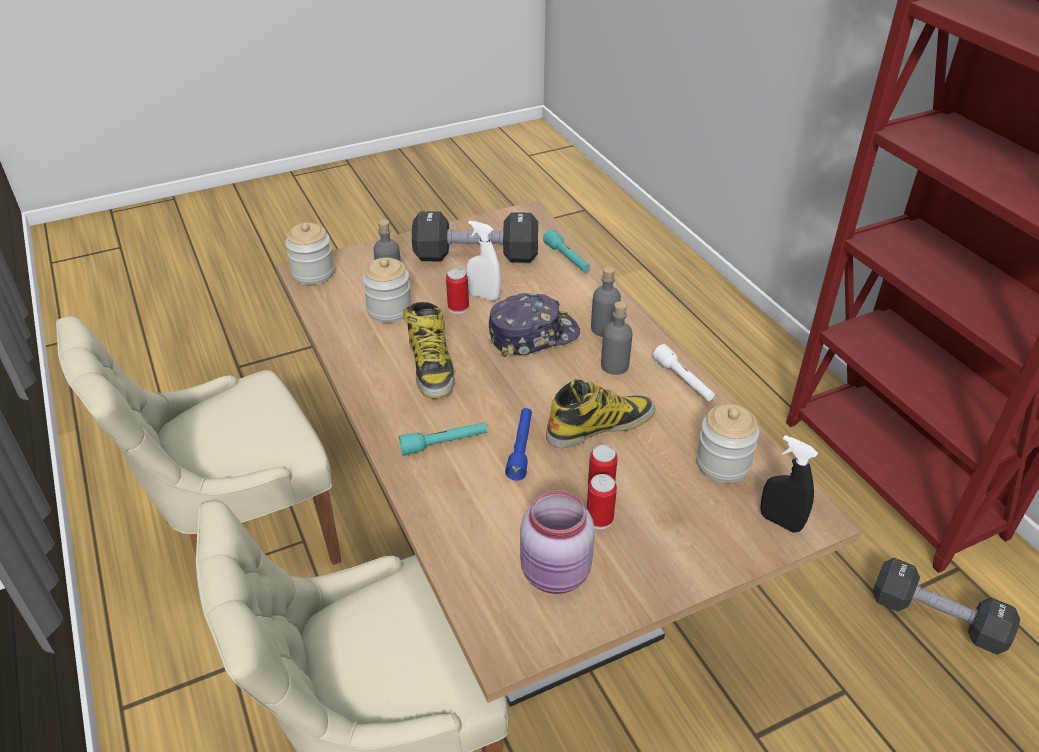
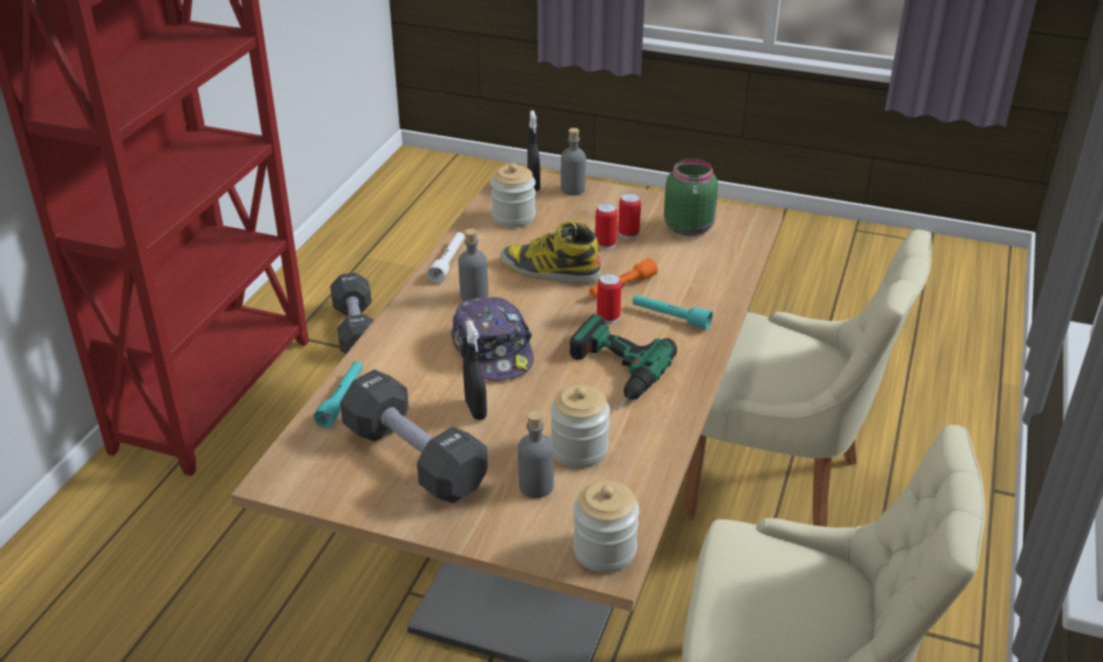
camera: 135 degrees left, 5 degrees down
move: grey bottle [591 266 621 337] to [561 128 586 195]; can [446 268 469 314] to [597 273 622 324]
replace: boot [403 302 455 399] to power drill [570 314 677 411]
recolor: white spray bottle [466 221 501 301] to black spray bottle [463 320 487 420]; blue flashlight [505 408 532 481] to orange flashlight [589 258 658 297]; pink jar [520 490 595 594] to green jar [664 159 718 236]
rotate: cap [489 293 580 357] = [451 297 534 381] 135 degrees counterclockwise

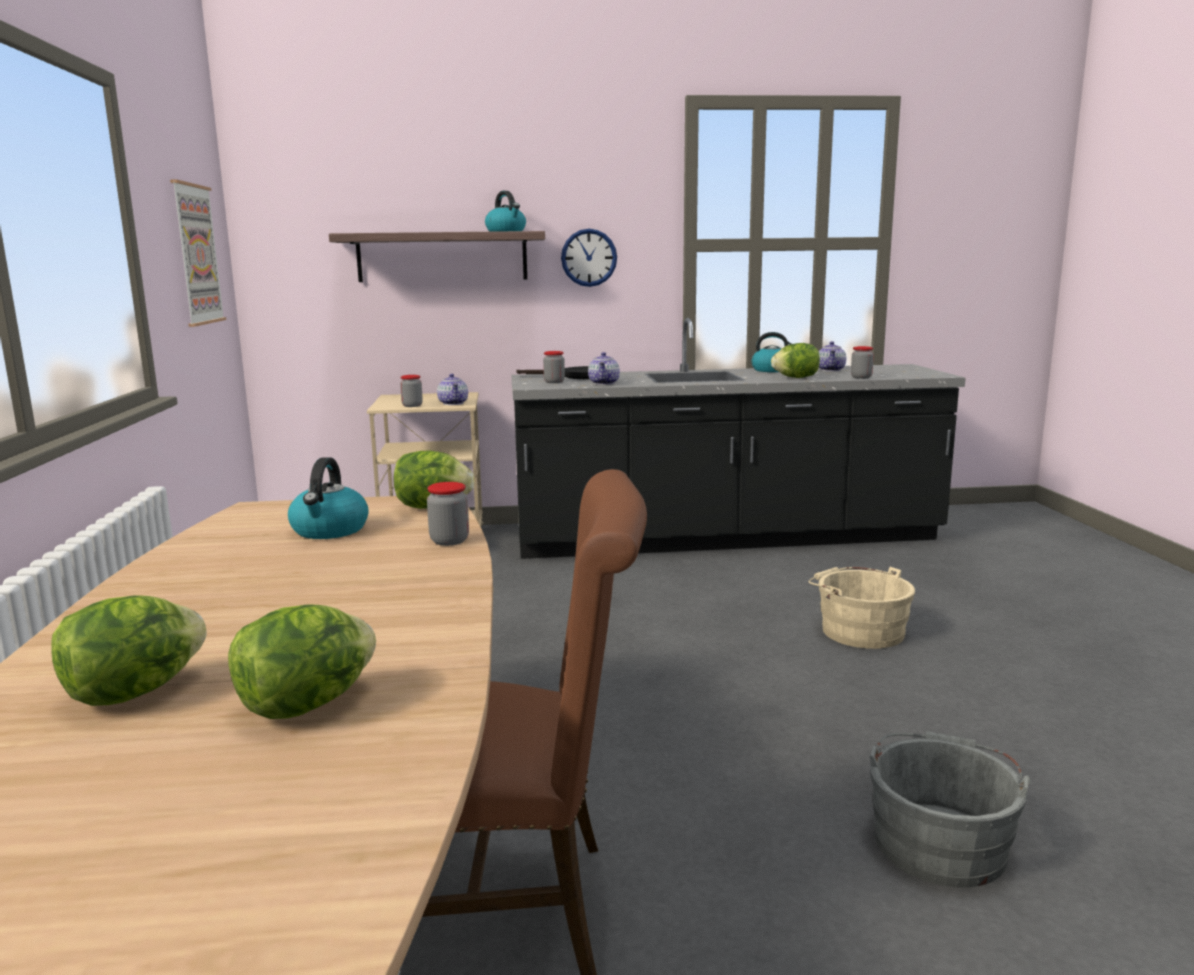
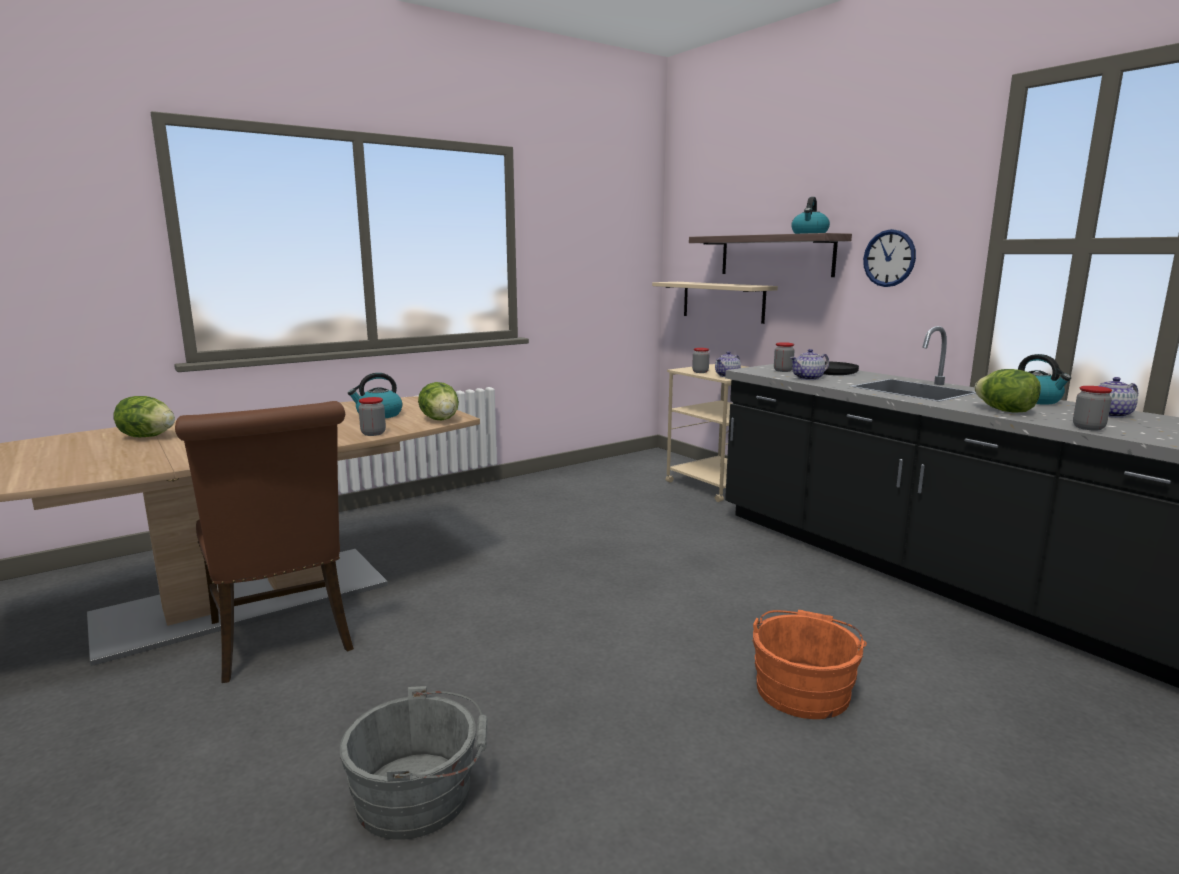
camera: 60 degrees right, 0 degrees up
delete: picture [170 179 226 327]; lettuce [228 604 376 719]
insert: beige shelf [652 282 778 324]
recolor: beige bucket [808 567 915 649] to orange bucket [752 610 867 719]

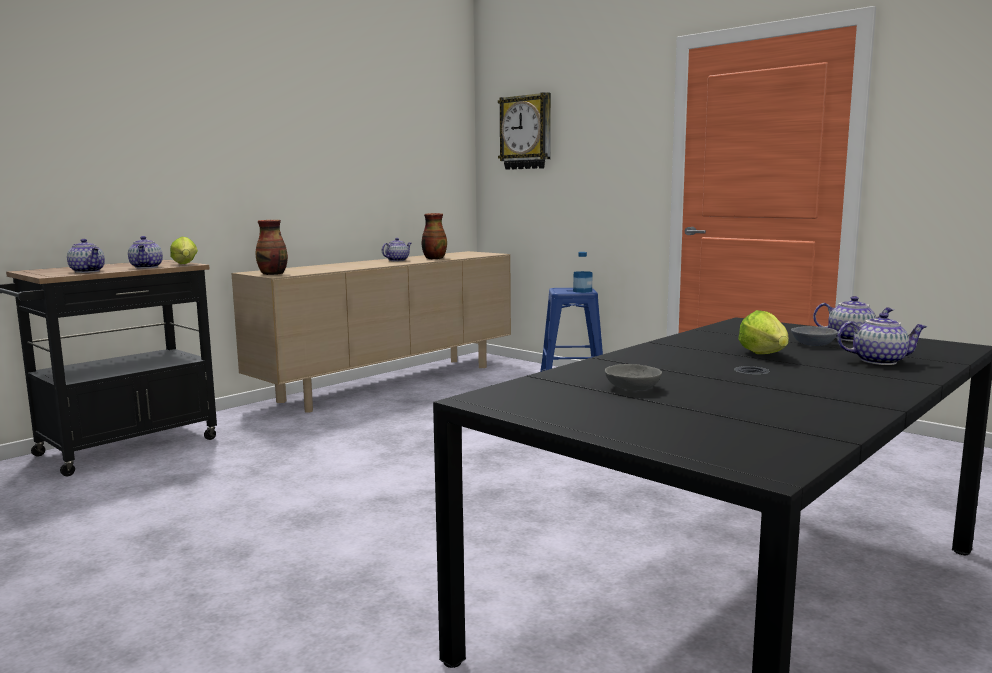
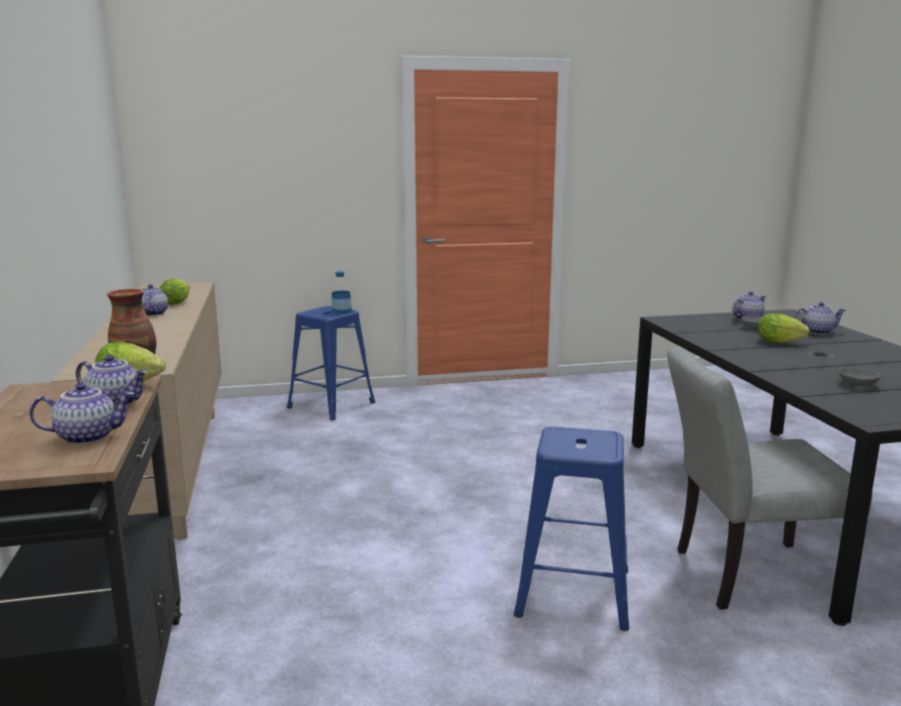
camera: 55 degrees left, 5 degrees up
delete: wall clock [498 92 551 170]
insert: blue stool [514 427 630 631]; grey chair [667 347 872 610]
replace: vase [422 213 447 260] to lettuce [160 278 190 305]
rotate: teapot [837 312 927 365] = [794 302 846 335] 45 degrees clockwise

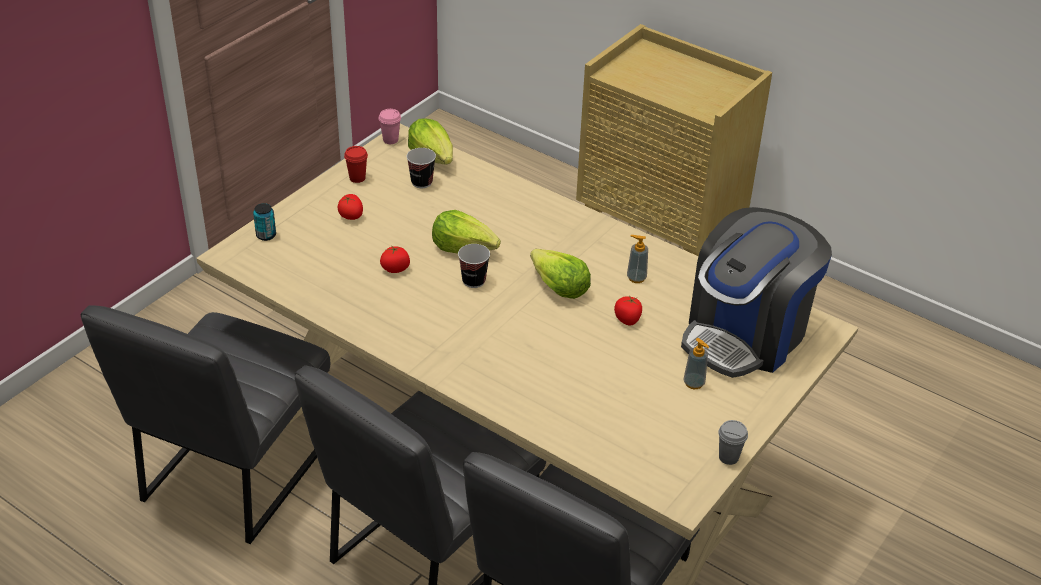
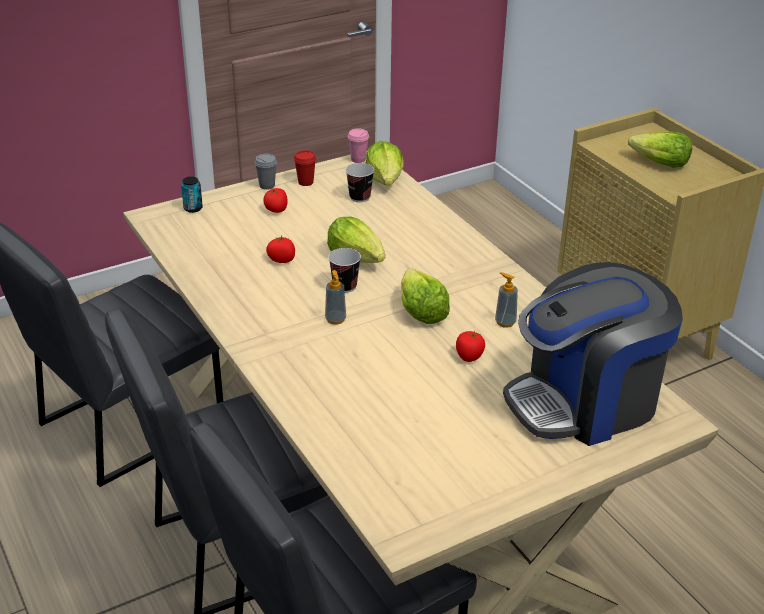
camera: 25 degrees right, 5 degrees down
insert: lettuce [628 131 692 168]
move: grey cup [718 420 748 465] to [255 154 277 190]; soap dispenser [683 338 709 389] to [325 270 346 325]

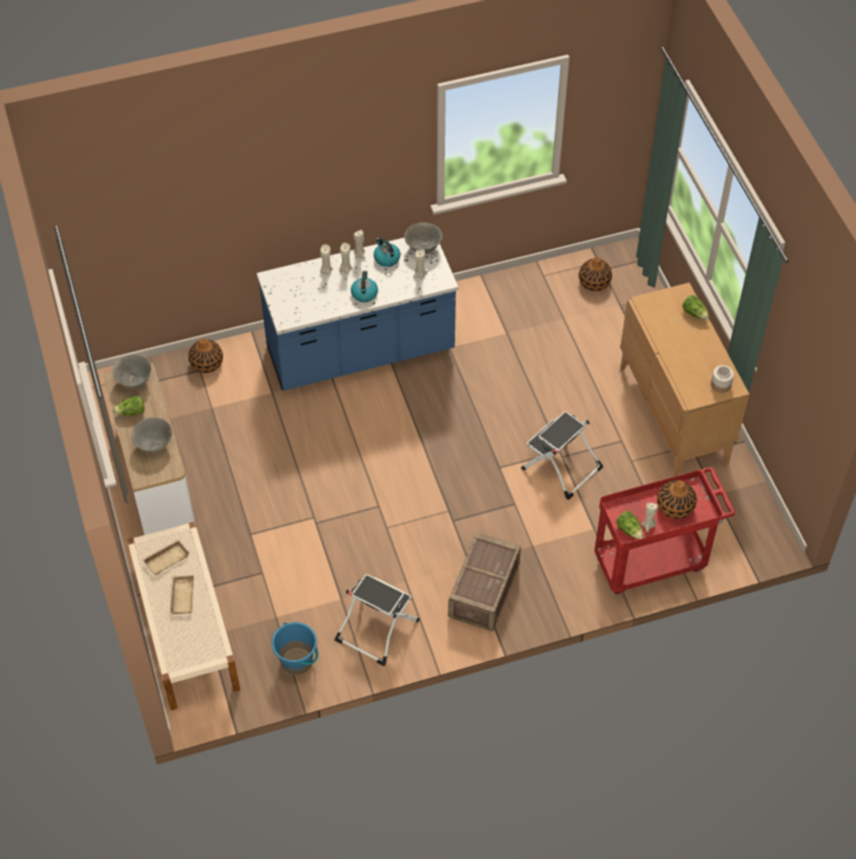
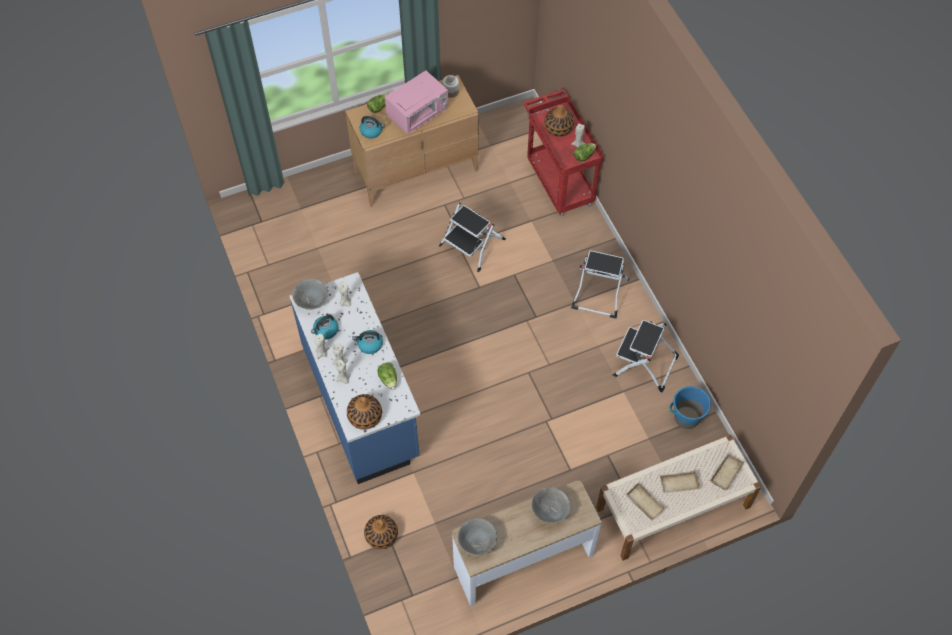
camera: 95 degrees left, 5 degrees up
insert: kettle [359 116 385 139]; pink microwave [385 70 448 134]; beige tray [710 453 744 490]
move: vase [579 257 612 291] to [347 394 382 430]; lettuce [113 396 145 415] to [378 362 397 390]
replace: crate [448 532 521 631] to step ladder [571 250 629 319]

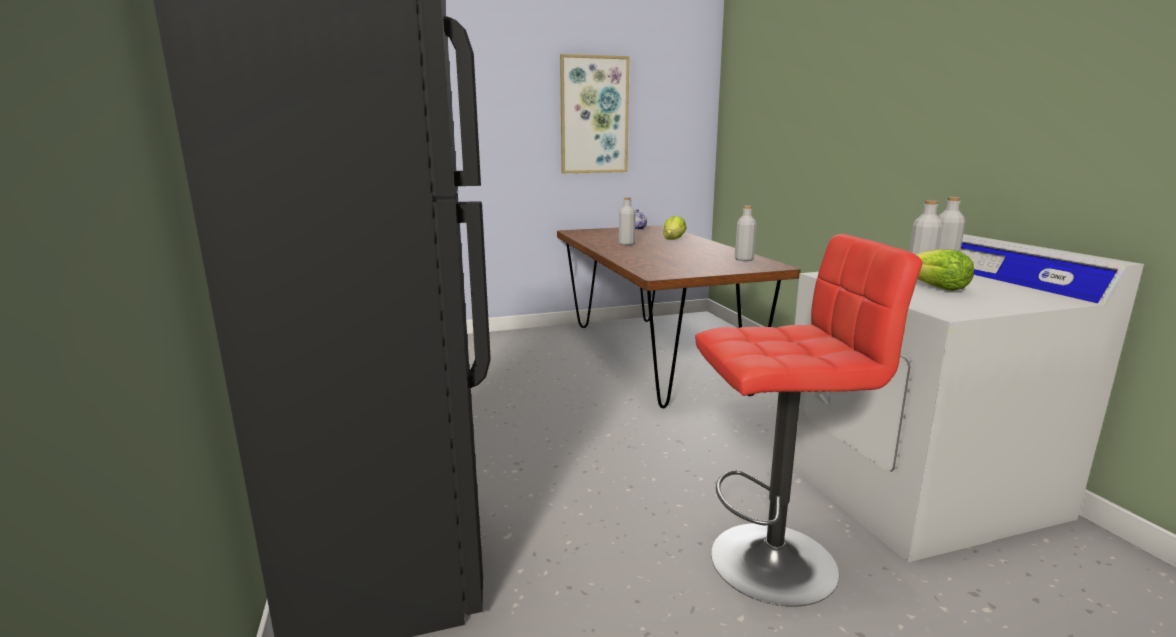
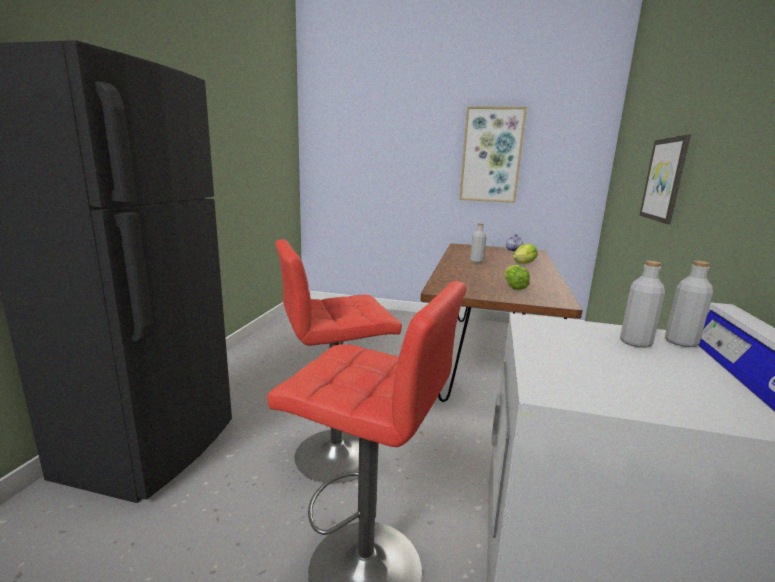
camera: 30 degrees right, 0 degrees up
delete: grey bottle [735 206 756 261]
insert: red stool [276 239 402 483]; picture [639 134 691 224]
move: lettuce [915 249 974 291] to [505 265 530 290]

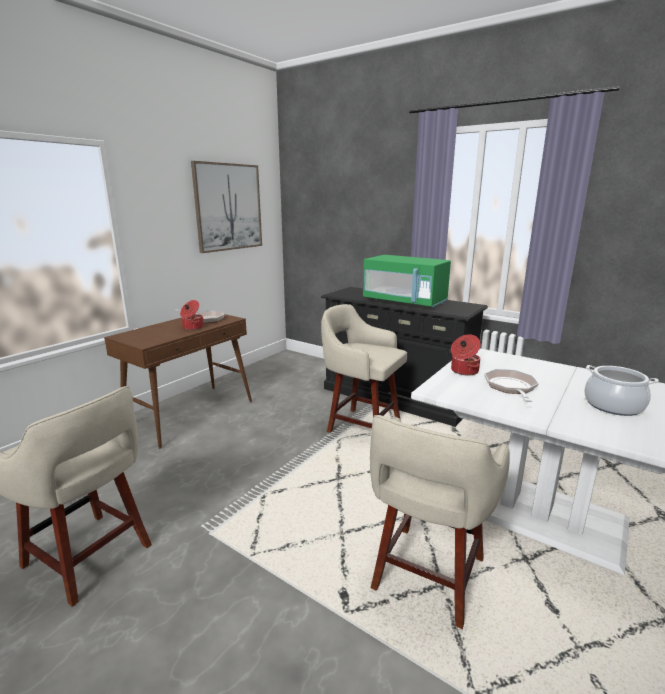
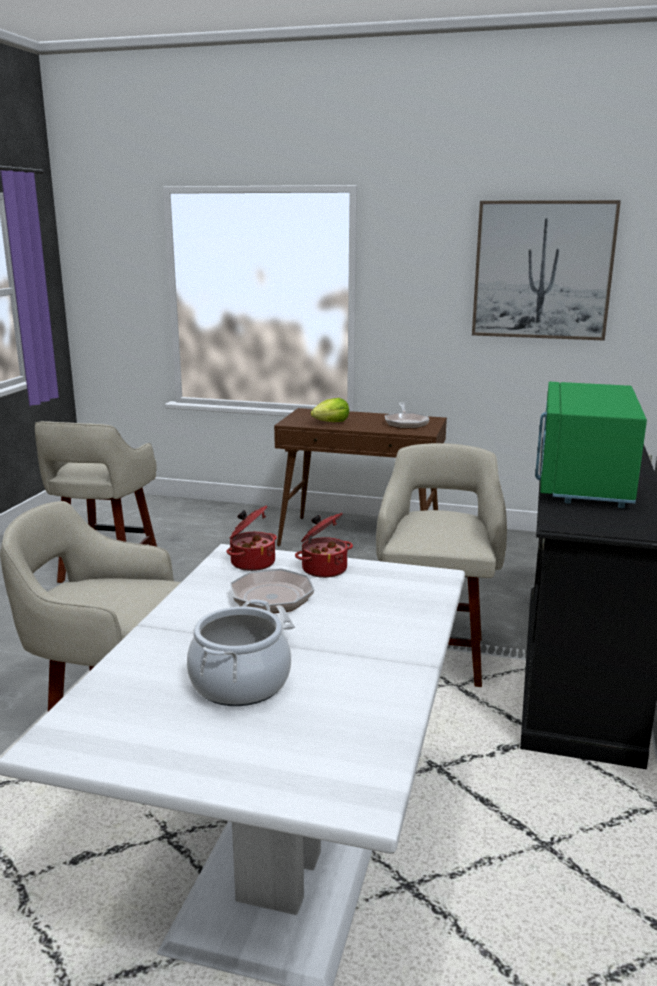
camera: 70 degrees right, 0 degrees up
insert: lettuce [311 398 349 422]
move: cooking pot [180 300 203 330] to [227 505 277 571]
rotate: frying pan [484 369 539 402] = [230 568 314 630] 90 degrees counterclockwise

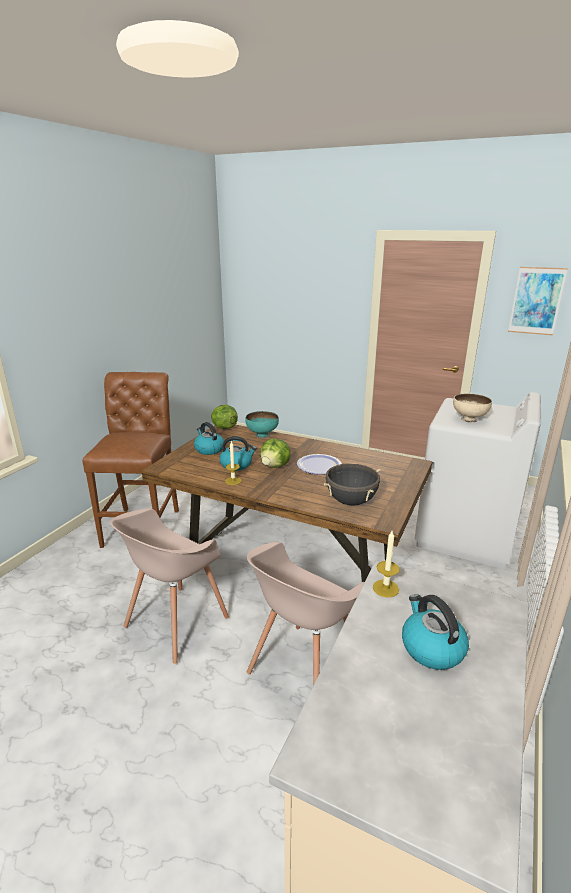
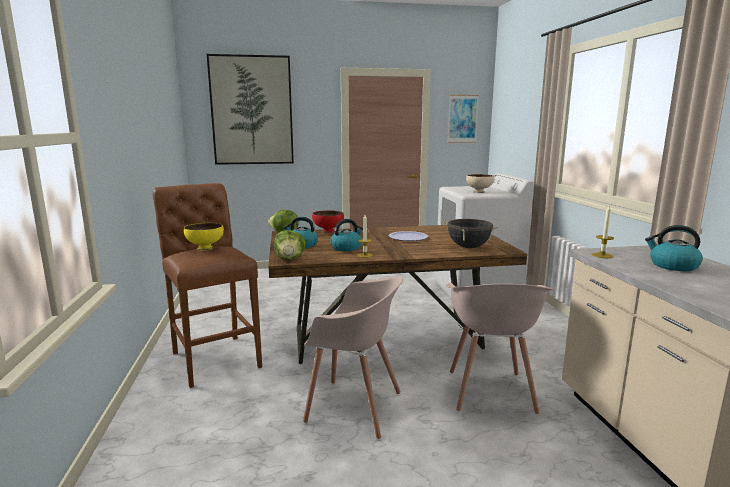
camera: 35 degrees left, 10 degrees down
insert: yellow bowl [184 223 224 251]; picture [207 54 294 165]
move: lettuce [260 439 291 468] to [274 230 306 260]
recolor: turquoise bowl [245 411 279 438] to red bowl [312 210 344 233]
rotate: beige chair [110 508 229 664] = [303 277 403 439] 75 degrees counterclockwise

